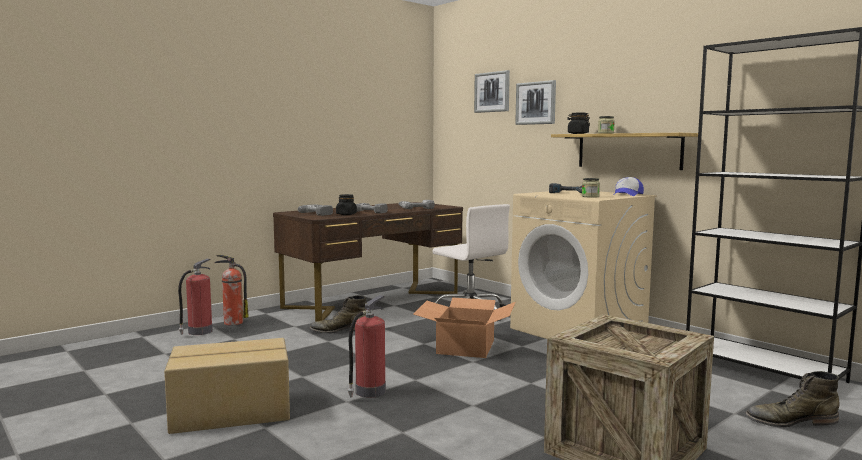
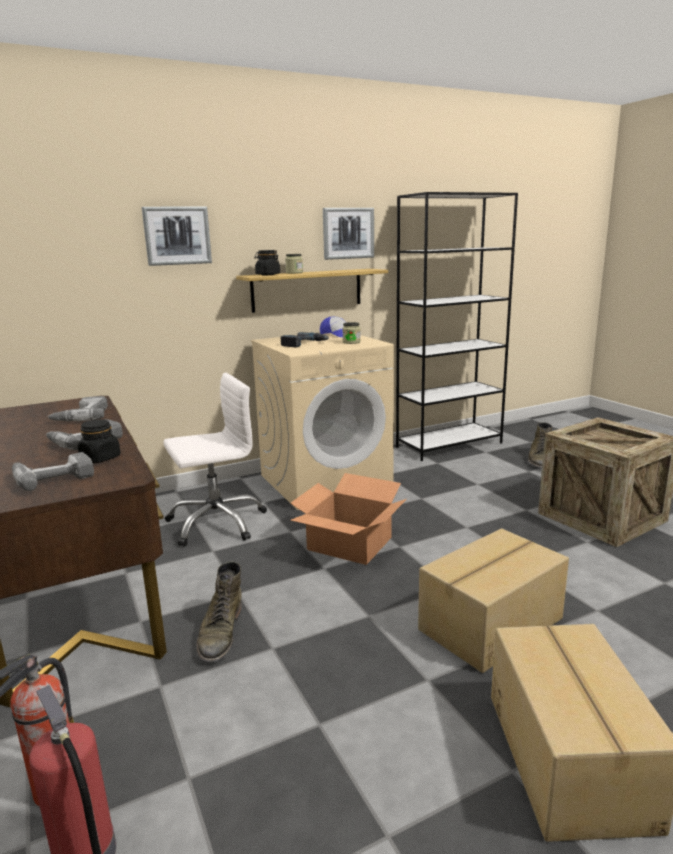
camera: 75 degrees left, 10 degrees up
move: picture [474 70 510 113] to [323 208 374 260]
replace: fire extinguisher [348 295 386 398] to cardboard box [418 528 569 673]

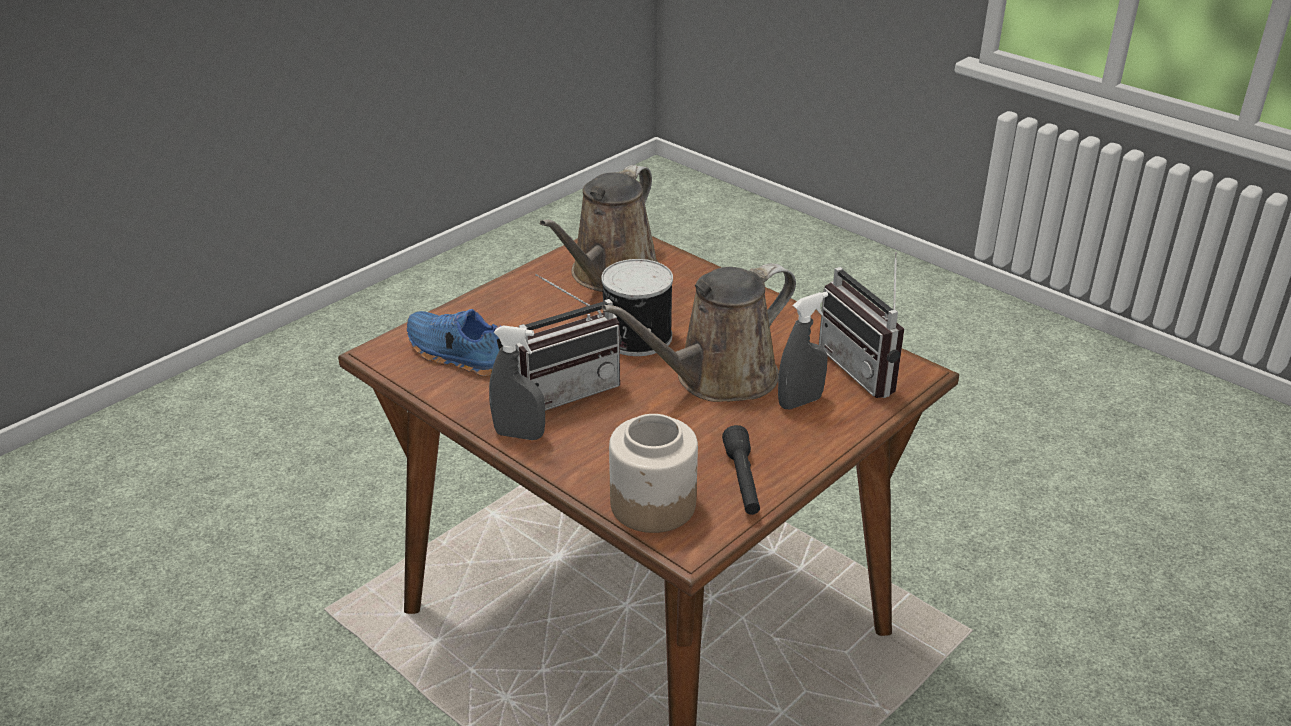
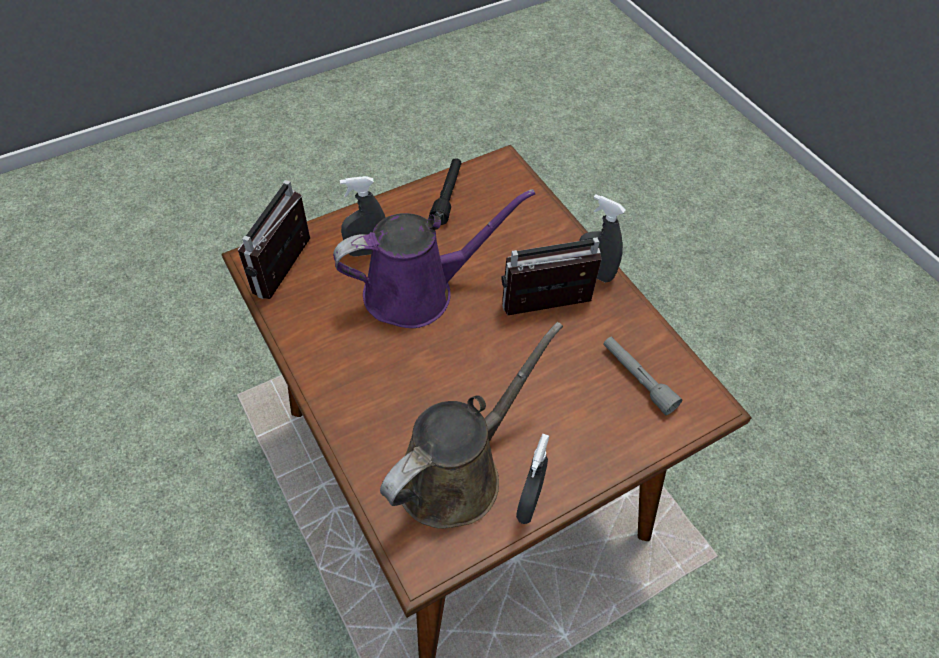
camera: 165 degrees left, 20 degrees up
delete: can [601 259 673 356]; jar [609 414 698 533]
insert: grey spray bottle [516 434 549 524]
replace: blue shoe [407 309 503 377] to grey flashlight [603 337 682 415]
recolor: brown watering can [602 263 796 402] to purple watering can [333 189 535 328]
rotate: radio [819 252 904 398] = [238 180 310 299] 150 degrees counterclockwise

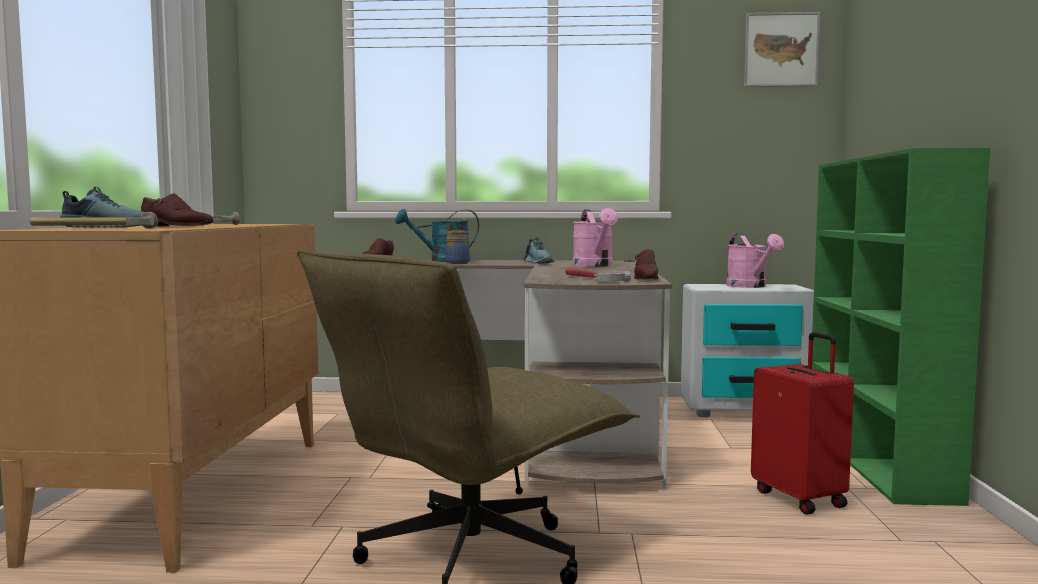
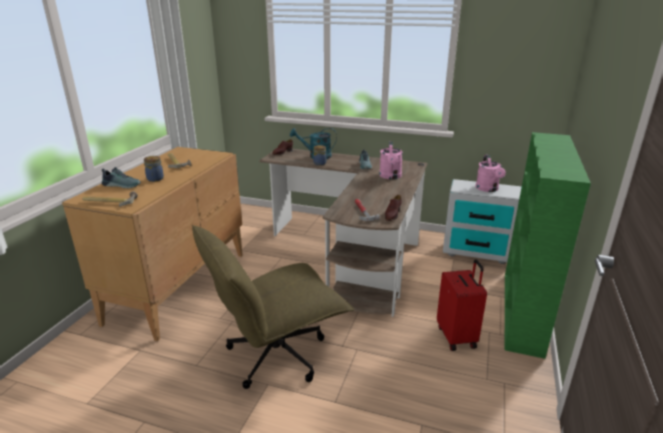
camera: 15 degrees right, 20 degrees up
delete: picture [744 12 820 87]
replace: brown shoe [141 194 214 226] to jar [144 156 164 182]

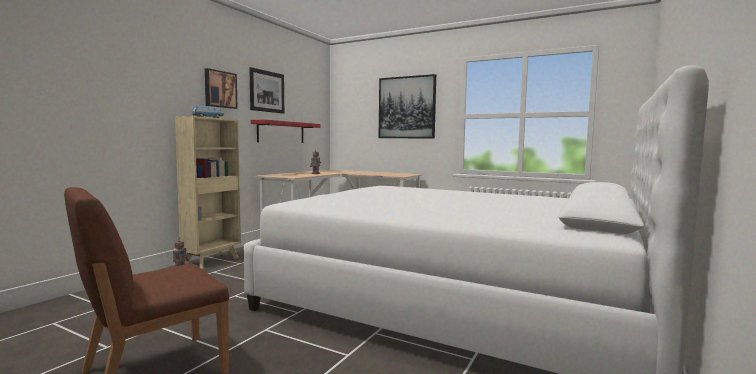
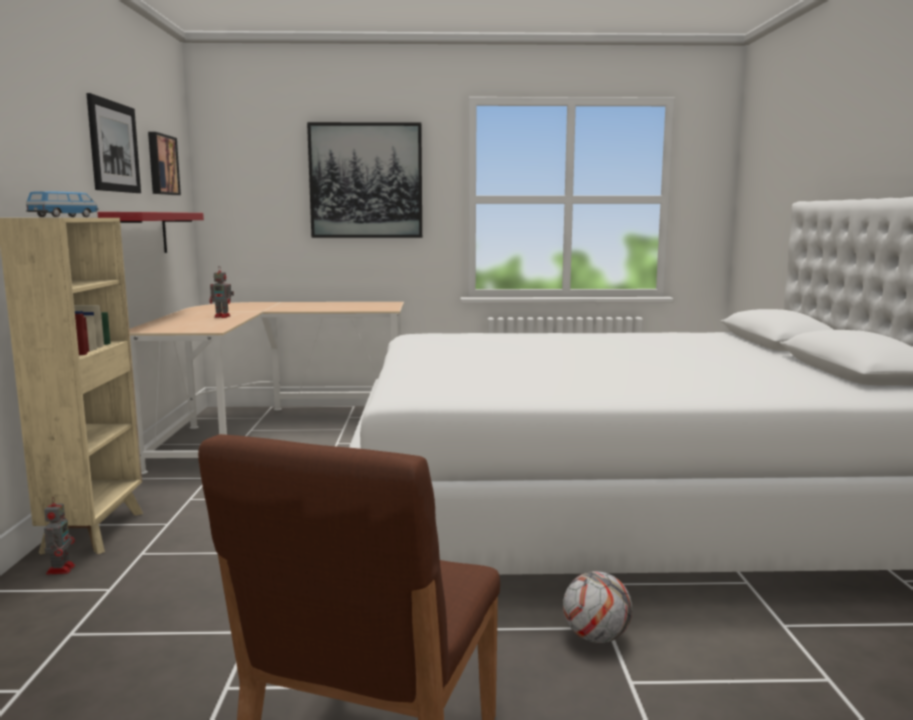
camera: 30 degrees left, 5 degrees up
insert: football [563 571 633 643]
move: picture [205 68 238 109] to [148 132 181 195]

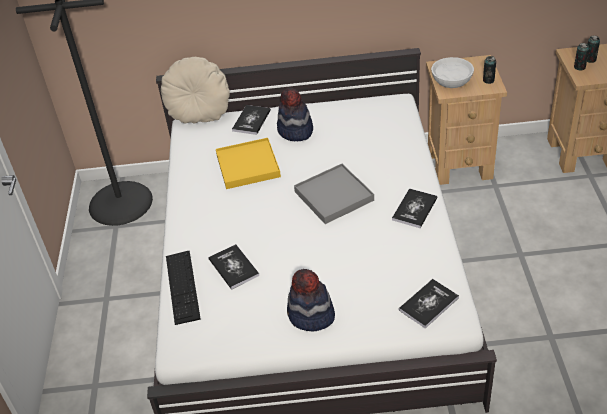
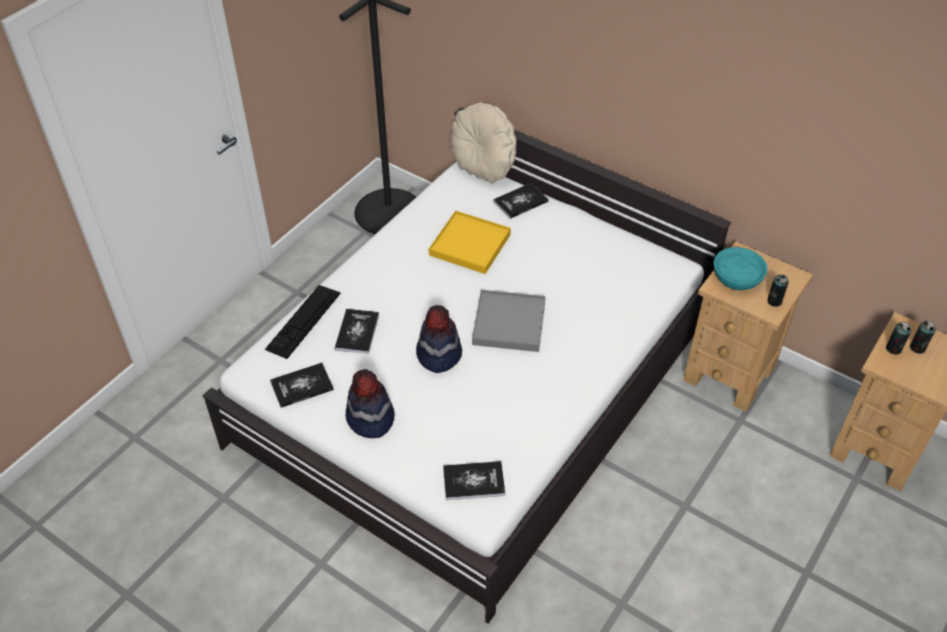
camera: 35 degrees right, 5 degrees up
move: book [392 188 437 228] to [270 363 334 408]; hat [277 88 313 141] to [416 305 462 373]
recolor: white bowl [431 57 474 88] to turquoise bowl [714 247 768 290]

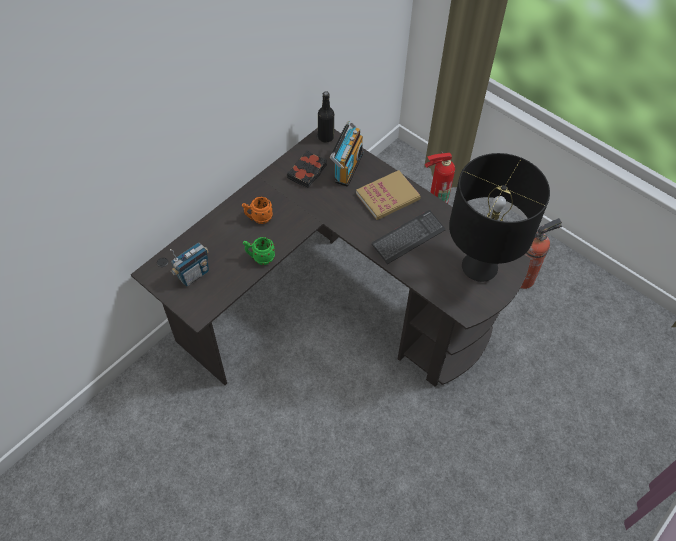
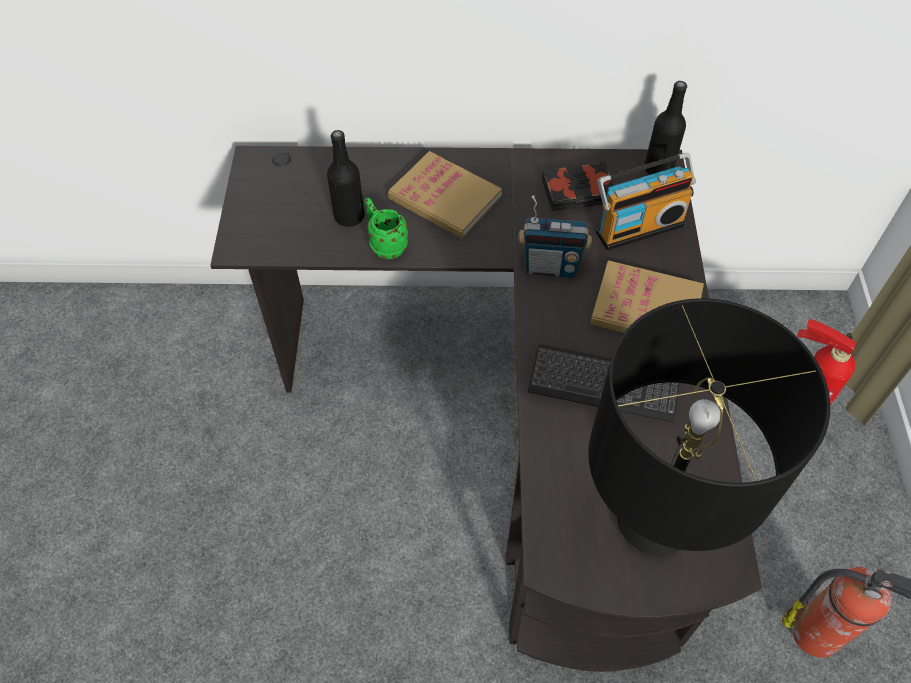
camera: 50 degrees right, 0 degrees up
insert: black bottle [327 130 364 227]
move: radio [170 242 209 286] to [518 196 592 278]
replace: orange mug [242 196 273 224] to book [388 151 502 239]

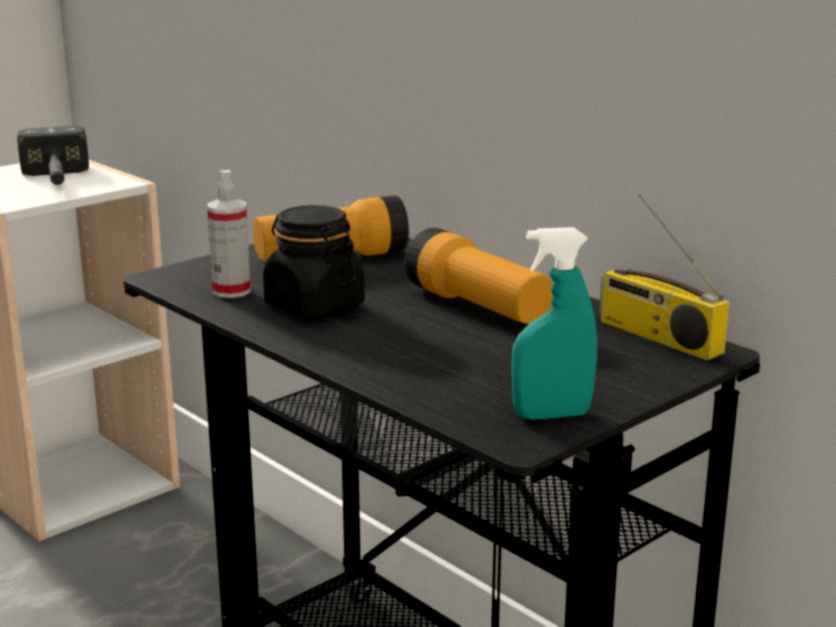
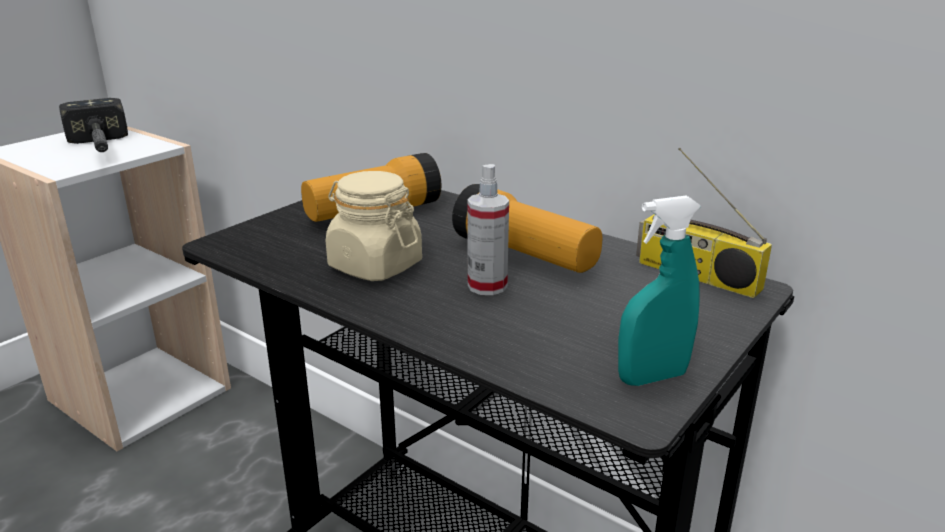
camera: 10 degrees left, 5 degrees up
move: spray bottle [207 170 251 298] to [467 164 509 295]
recolor: black jar [263 205 365 318] to beige jar [325 171 422 281]

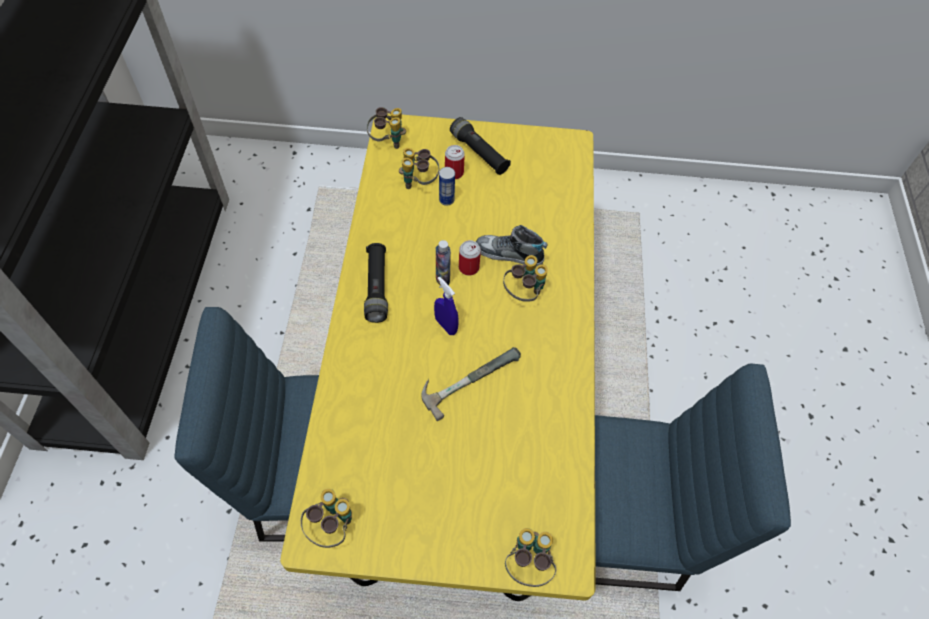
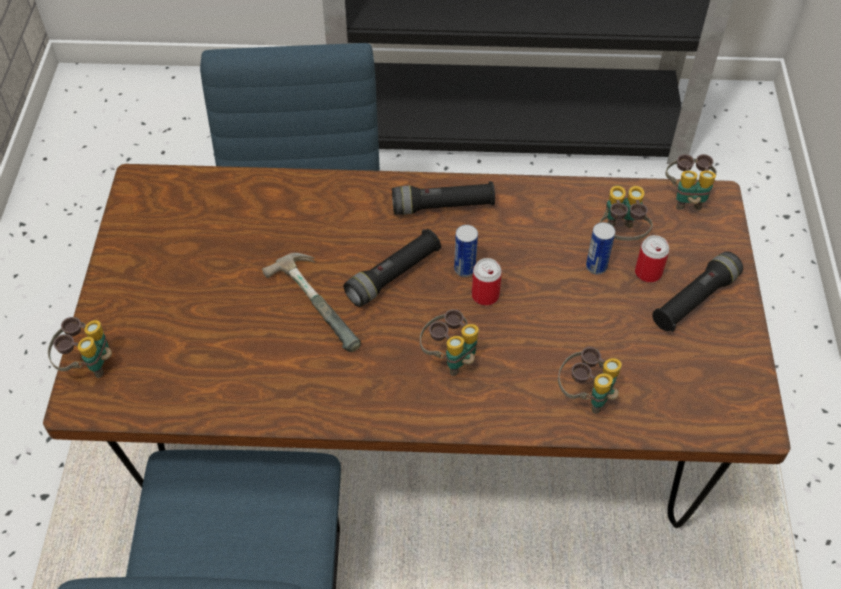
camera: 90 degrees right, 5 degrees down
delete: shoe [476 225 547 267]
move: binoculars [301 489 352 548] to [558 347 622 414]
replace: blue spray bottle [434 277 459 335] to black flashlight [344 229 441 307]; bottle [436 240 451 286] to can [454 225 478 277]
recolor: yellow dining table [280 113 595 601] to brown dining table [43 164 791 528]

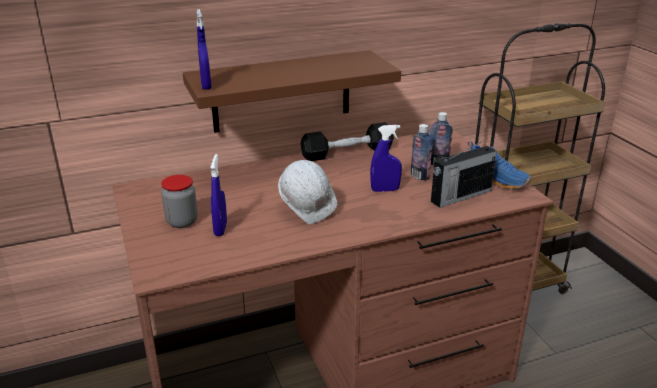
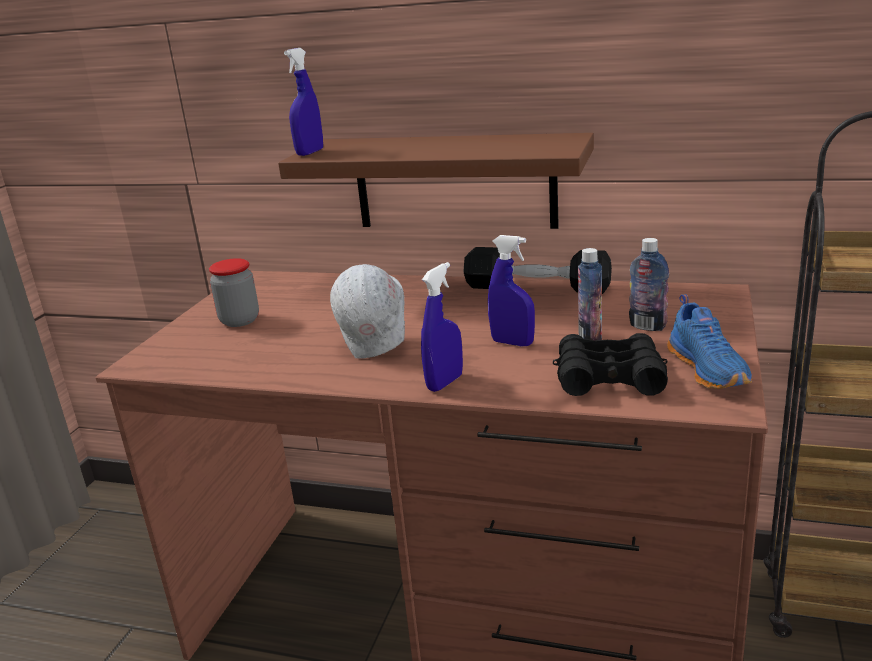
camera: 40 degrees right, 5 degrees down
move: blue spray bottle [210 154 227 236] to [421 262 463 392]
replace: radio [431 138 497 208] to black binoculars [553 333 668 396]

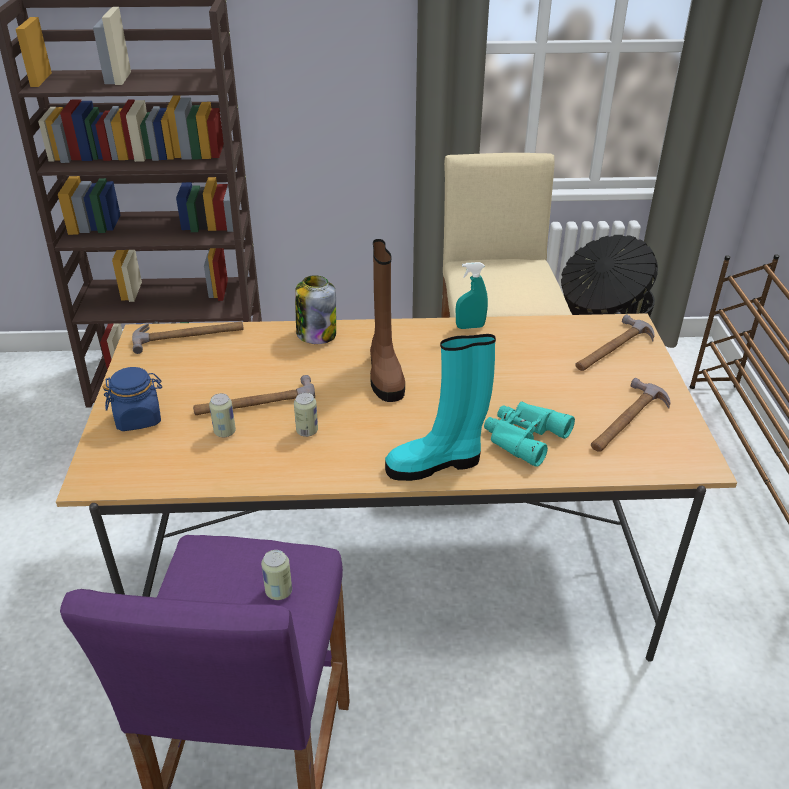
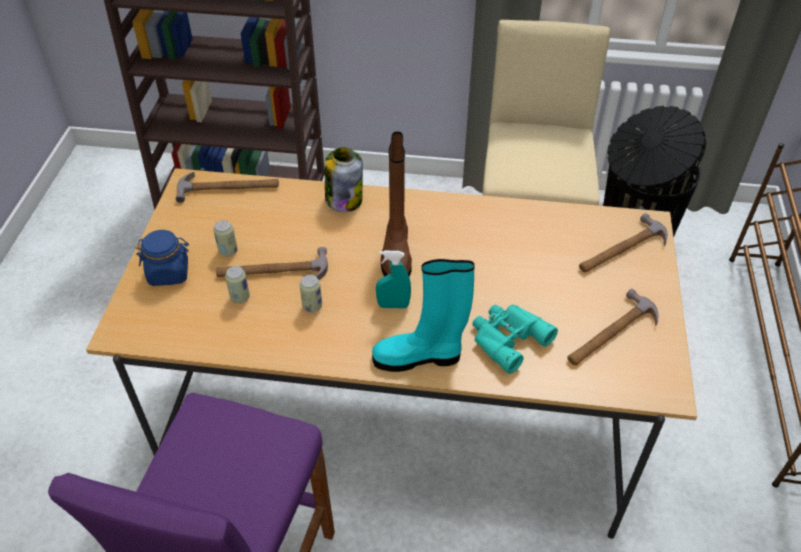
camera: 10 degrees right, 10 degrees up
move: can [261 550 292 600] to [213 220 238 257]; turquoise spray bottle [456 262 488 329] to [376 250 411 308]

